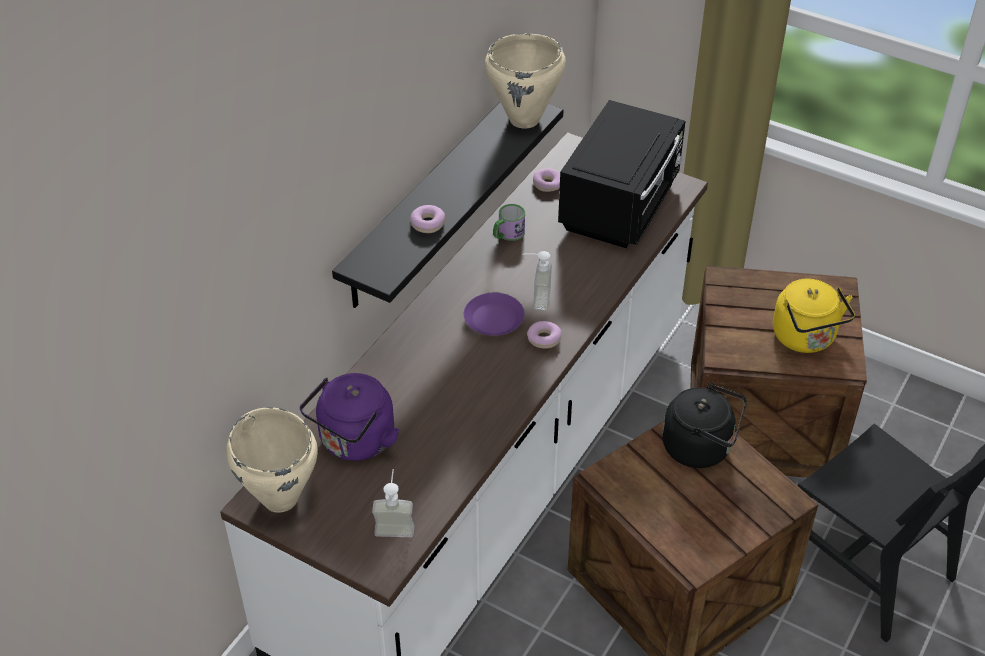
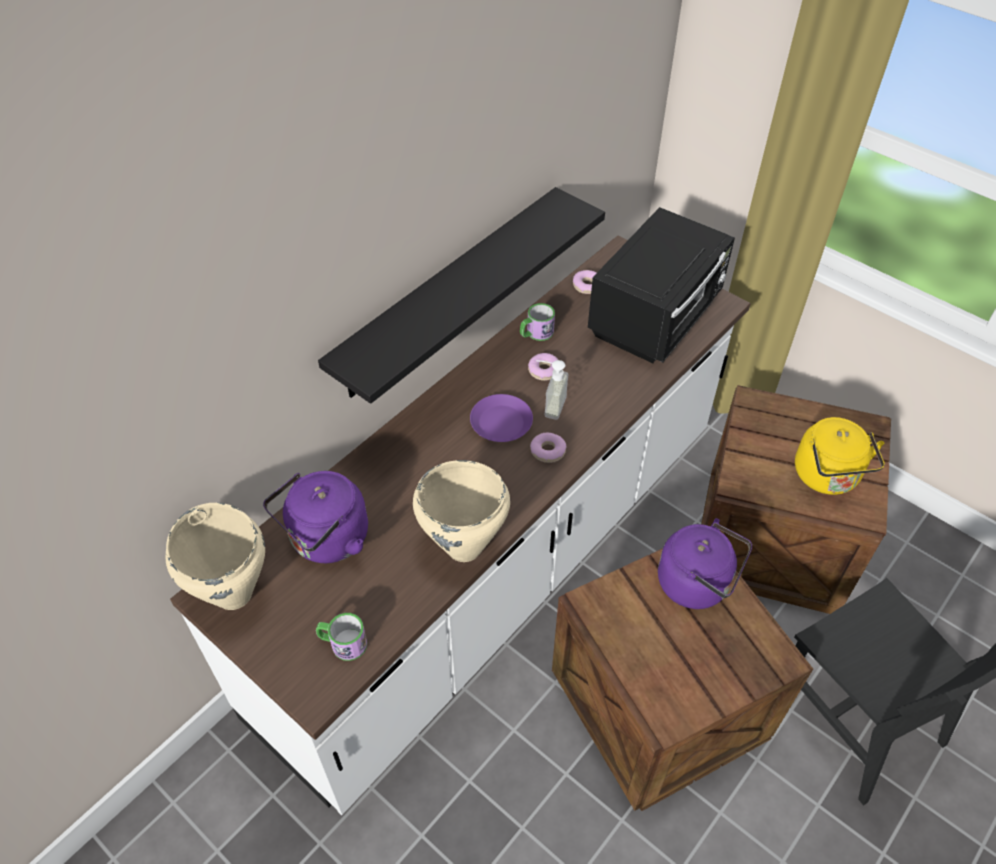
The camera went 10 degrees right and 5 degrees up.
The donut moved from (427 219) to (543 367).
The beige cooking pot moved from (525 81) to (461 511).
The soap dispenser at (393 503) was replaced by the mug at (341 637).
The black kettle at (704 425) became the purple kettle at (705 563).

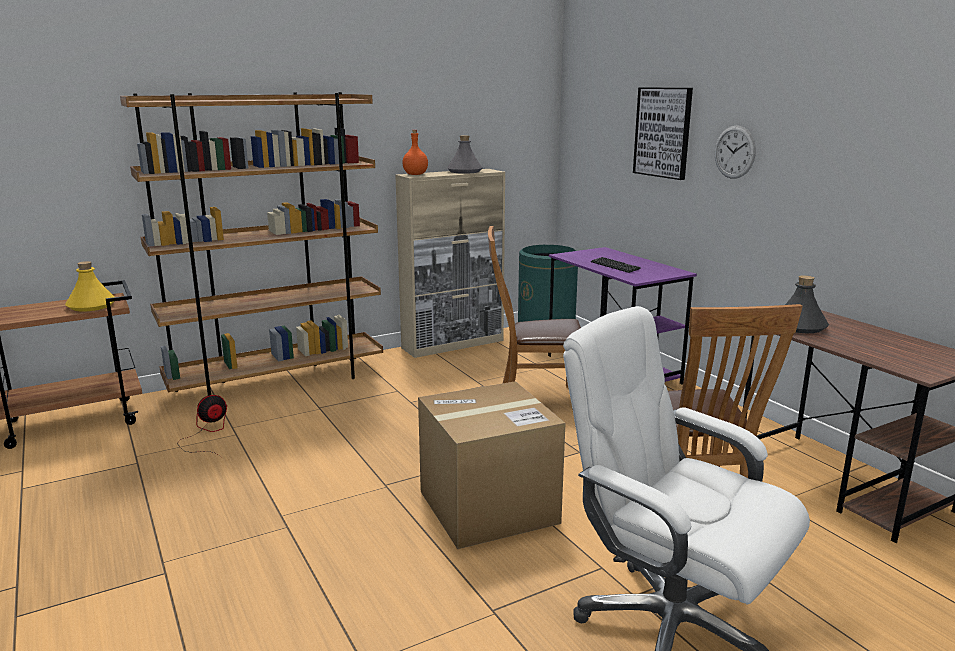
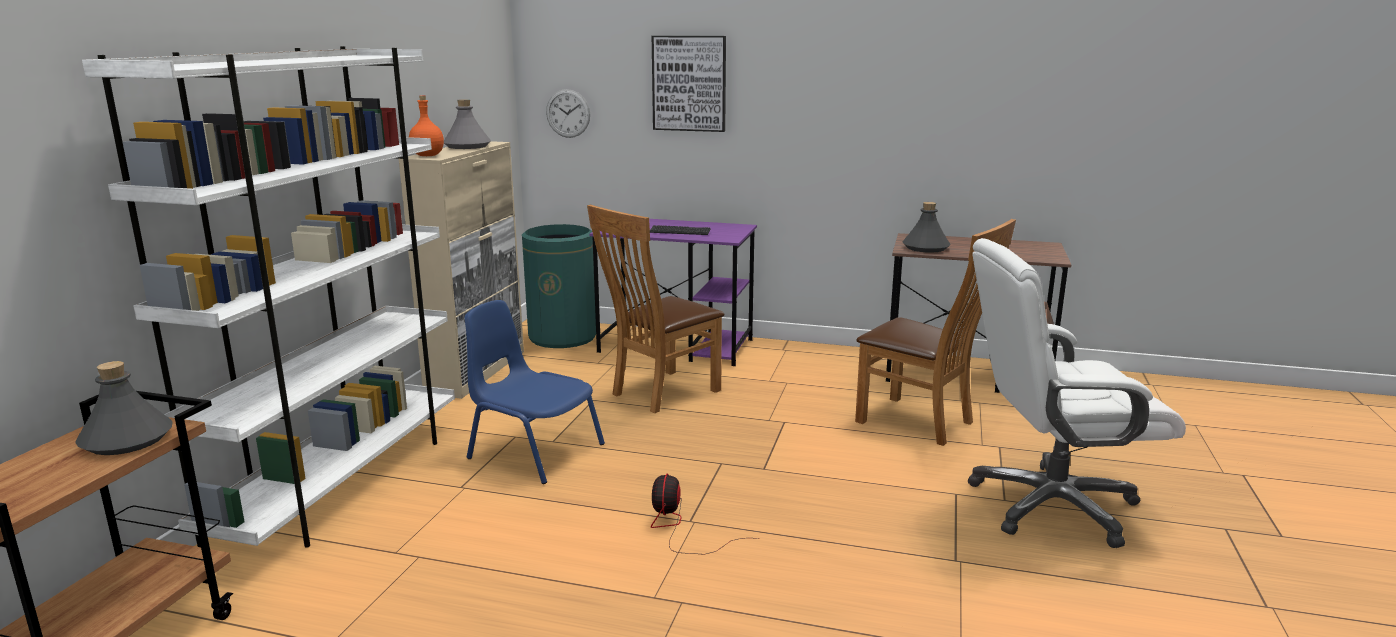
The camera went 45 degrees left and 0 degrees up.
The cardboard box at (492 465) disappeared.
The blue chair at (535 392) appeared.
The fan moved from (202 426) to (705 514).
The wall clock moved from (735 152) to (568 113).
The yellow bottle at (90 286) became the grey bottle at (124 408).
The brown bookcase at (251 244) became the white bookcase at (268 297).

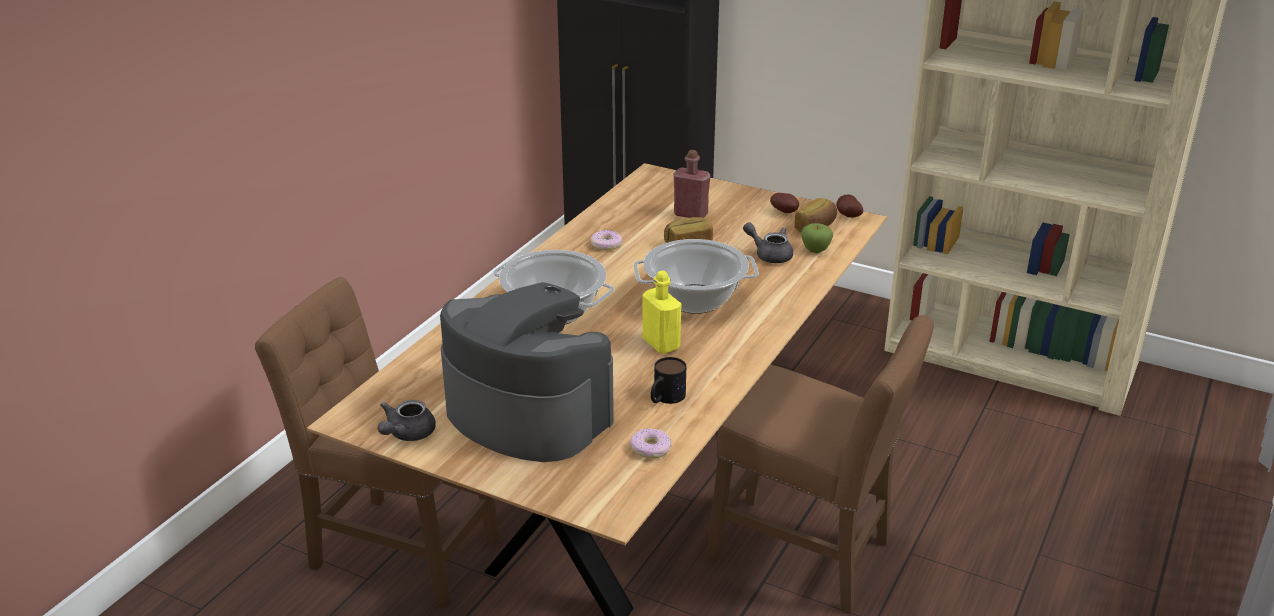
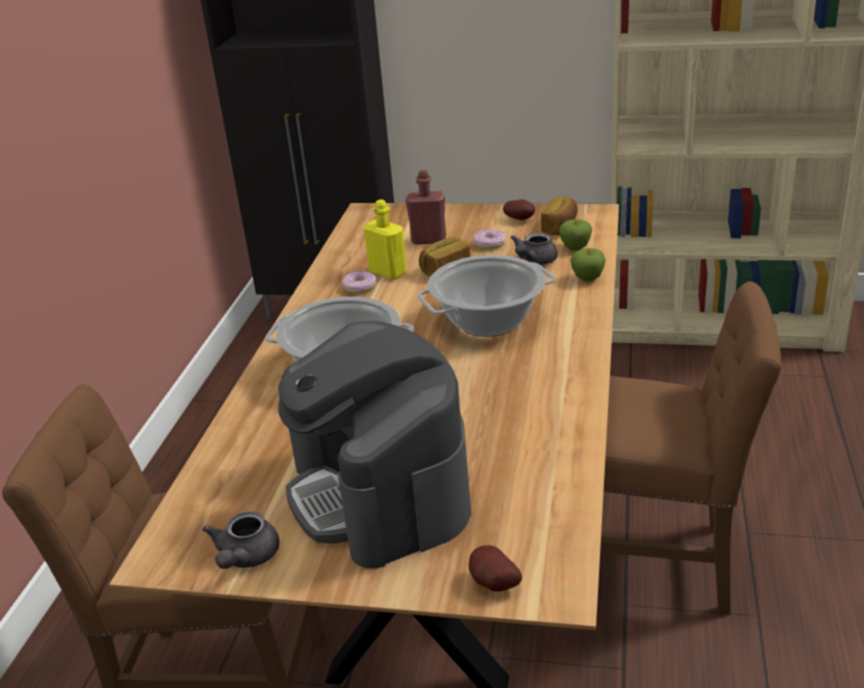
The camera went 15 degrees left and 0 degrees up.
The mug at (668 380) disappeared.
The apple at (588 265) appeared.
The donut moved from (651 443) to (489 239).
The yellow bottle moved from (662 312) to (385 239).
The potato moved from (849 206) to (495 568).
The coffee machine at (527 372) turned 135 degrees counterclockwise.
The grey teapot at (768 242) turned 75 degrees counterclockwise.

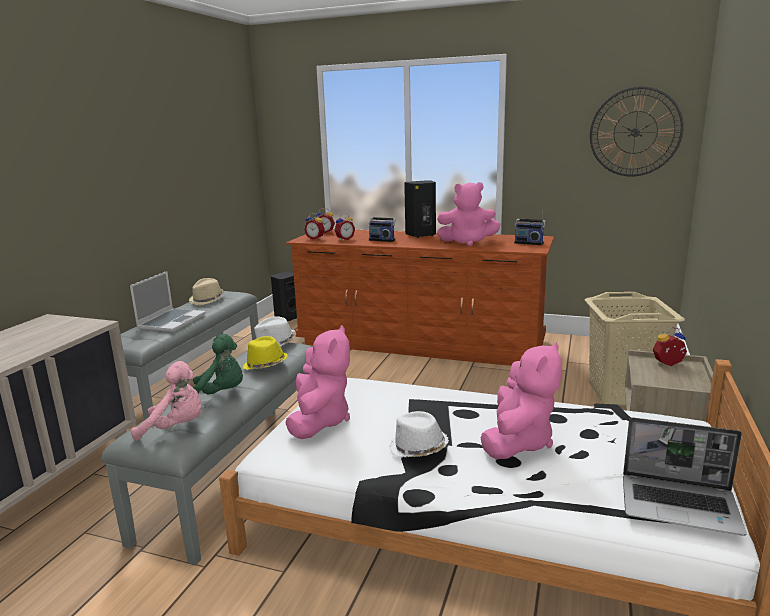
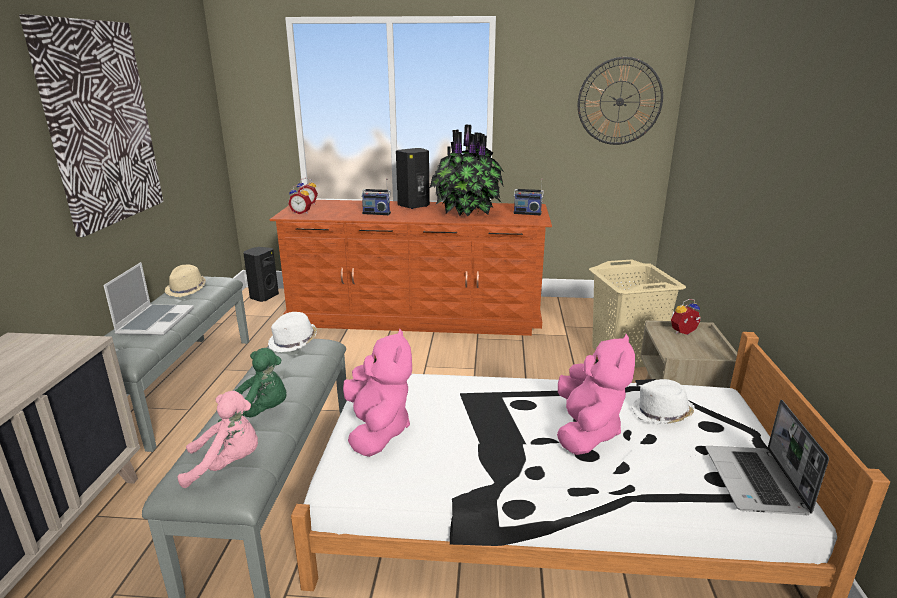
The camera went 15 degrees left and 5 degrees up.
The yellow hat at (265 353) disappeared.
The alarm clock at (344 226) disappeared.
The picture at (91 125) appeared.
The white hat moved from (419 434) to (662 401).
The pink plush toy at (469 214) was replaced by the potted plant at (467 170).
The laptop at (685 476) turned 90 degrees clockwise.

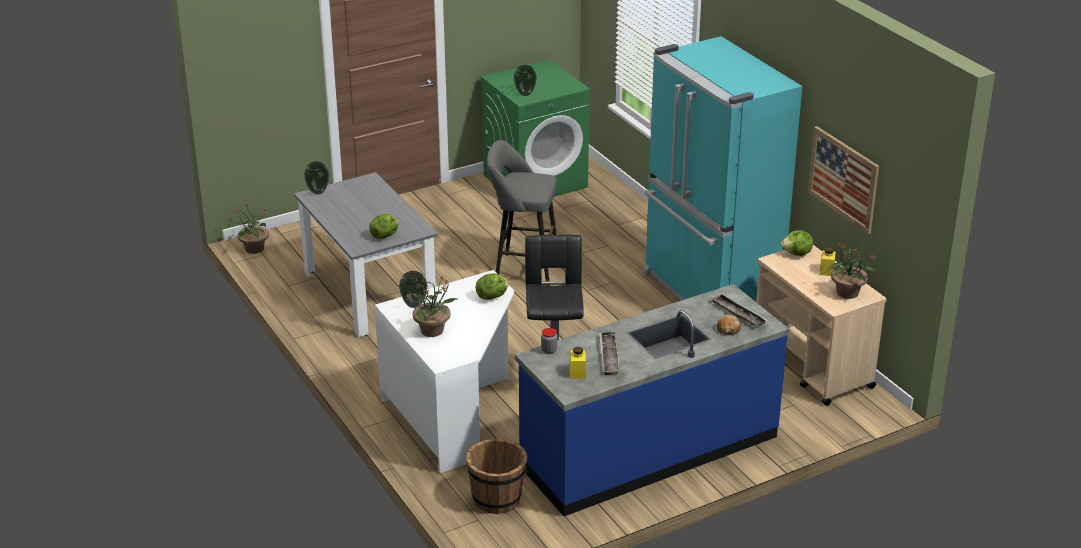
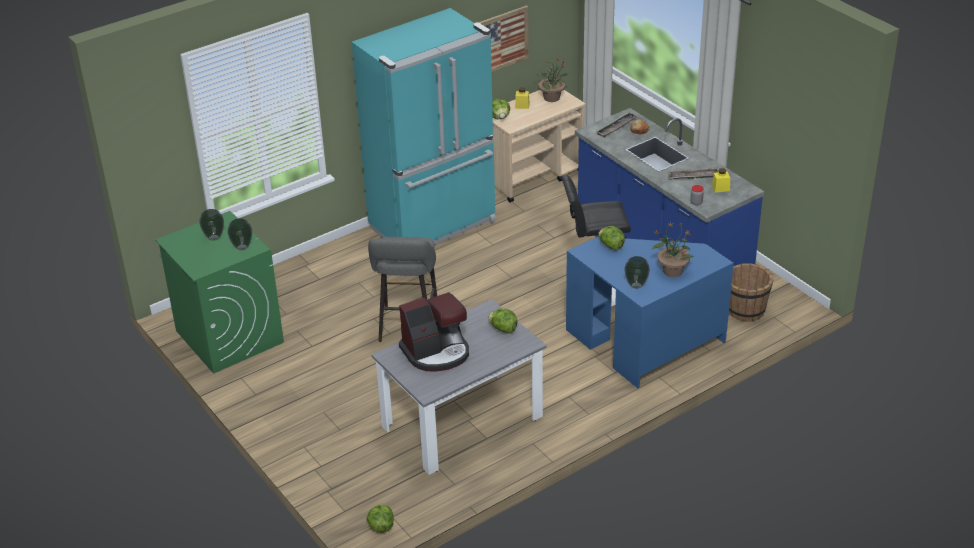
The camera went 95 degrees left and 5 degrees up.
The coffee machine at (434 331) appeared.
The vase moved from (316 178) to (211 225).
The potted plant at (251 228) was replaced by the lettuce at (379 518).
The white desk at (444 371) became the blue desk at (650 312).

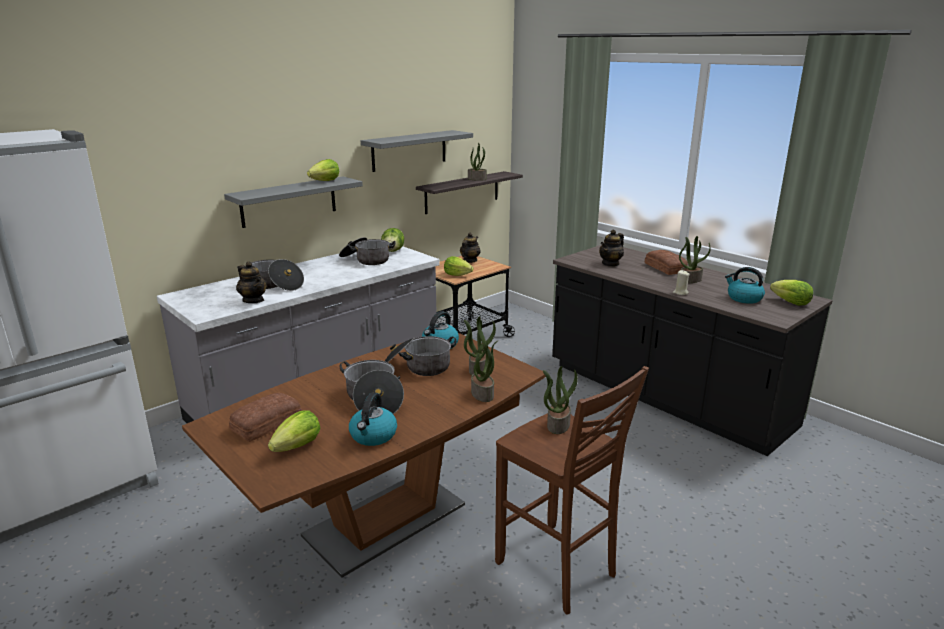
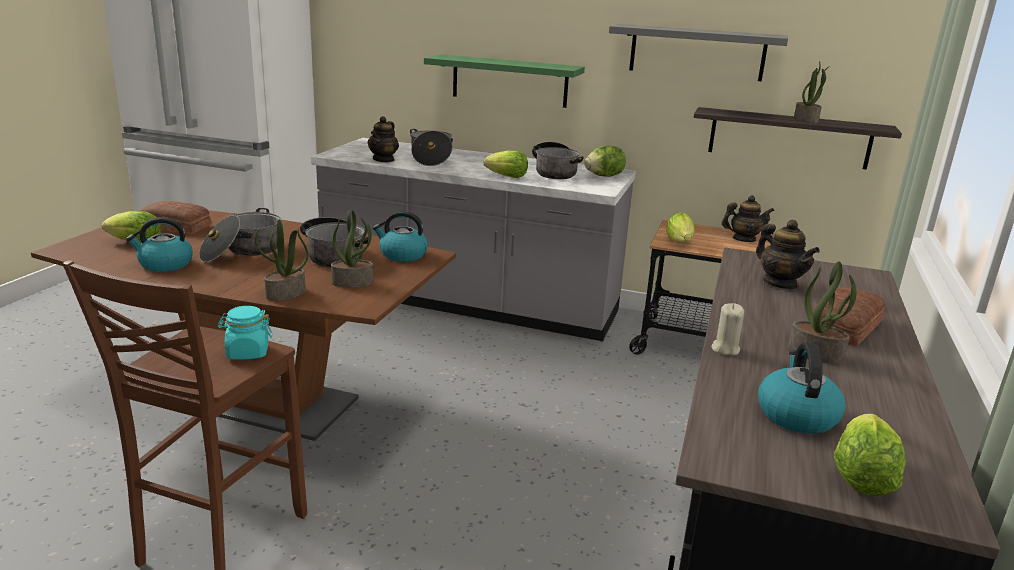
The camera went 60 degrees right and 0 degrees up.
The lettuce moved from (323 170) to (505 164).
The potted plant at (560 400) was replaced by the turquoise jar at (245 333).
The grey shelf at (293 202) became the green shelf at (504 81).
The teapot at (611 248) turned 135 degrees counterclockwise.

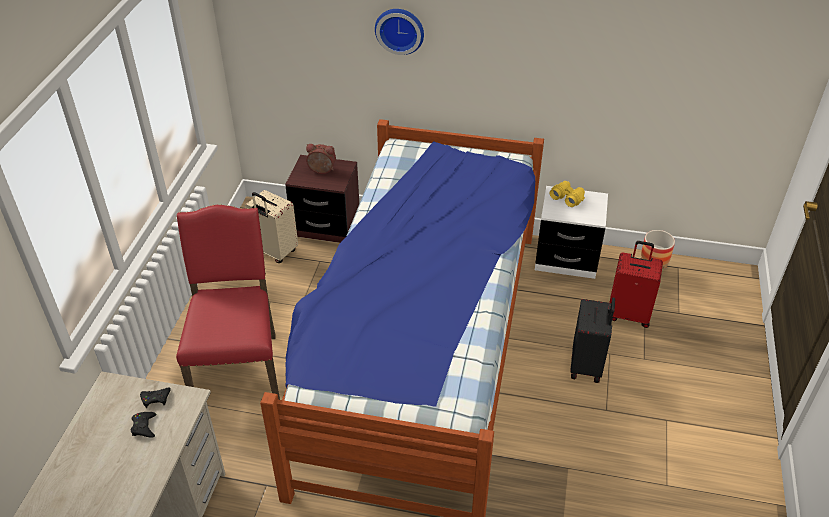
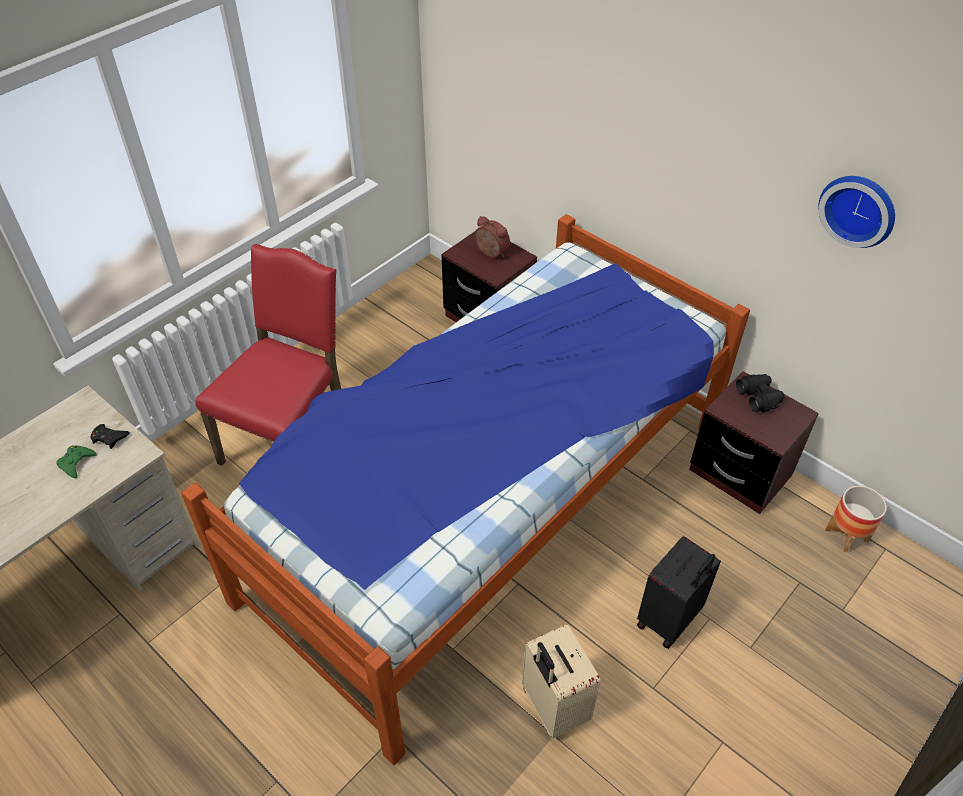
The camera went 30 degrees right and 5 degrees up.
The red suitcase at (636 284) disappeared.
The beige suitcase moved from (271 226) to (561 681).
The wall clock moved from (399 32) to (856 212).
The black game controller at (143 424) became the green game controller at (76 461).
The white nightstand at (571 232) became the brown nightstand at (754 442).
The yellow binoculars at (567 194) became the black binoculars at (760 393).

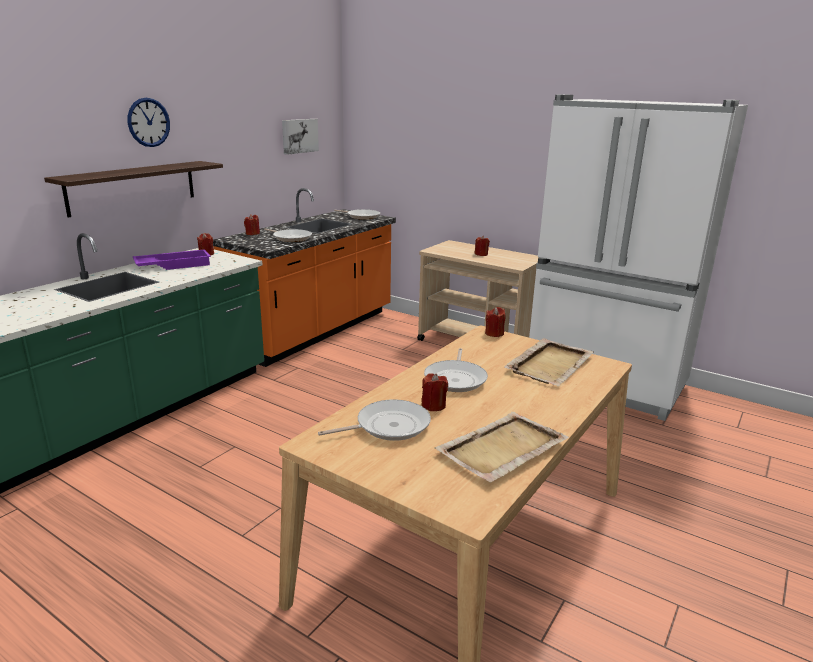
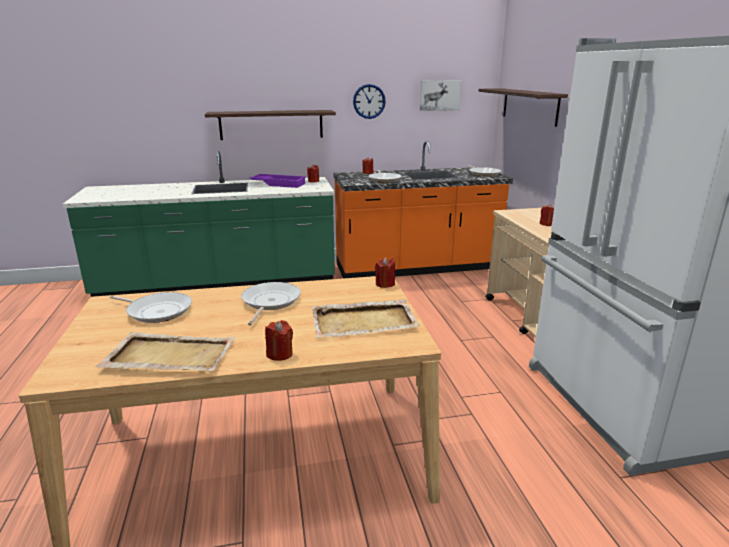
The camera went 45 degrees right and 0 degrees up.
The shelf at (523 107) appeared.
The wall clock moved from (149 122) to (369 101).
The red candle moved from (434 392) to (279 340).
The frying pan at (456 370) turned 135 degrees clockwise.

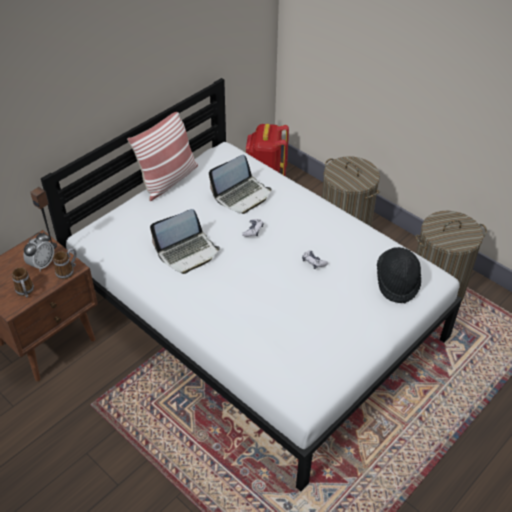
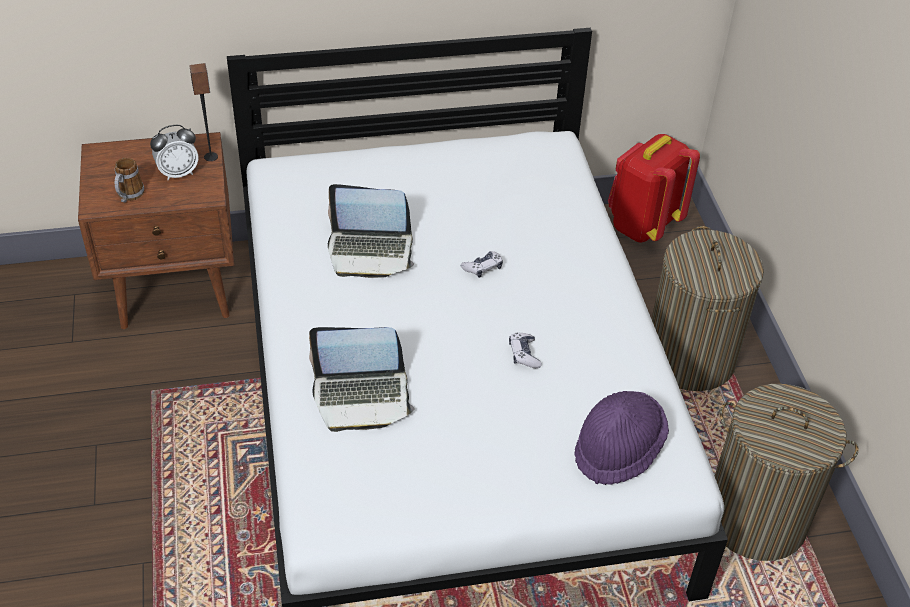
The camera went 35 degrees right and 0 degrees up.
The mug at (65 263) disappeared.
The pillow at (162 156) disappeared.
The laptop moved from (240 184) to (361 379).
The black hat at (399 275) became the purple hat at (622 438).

